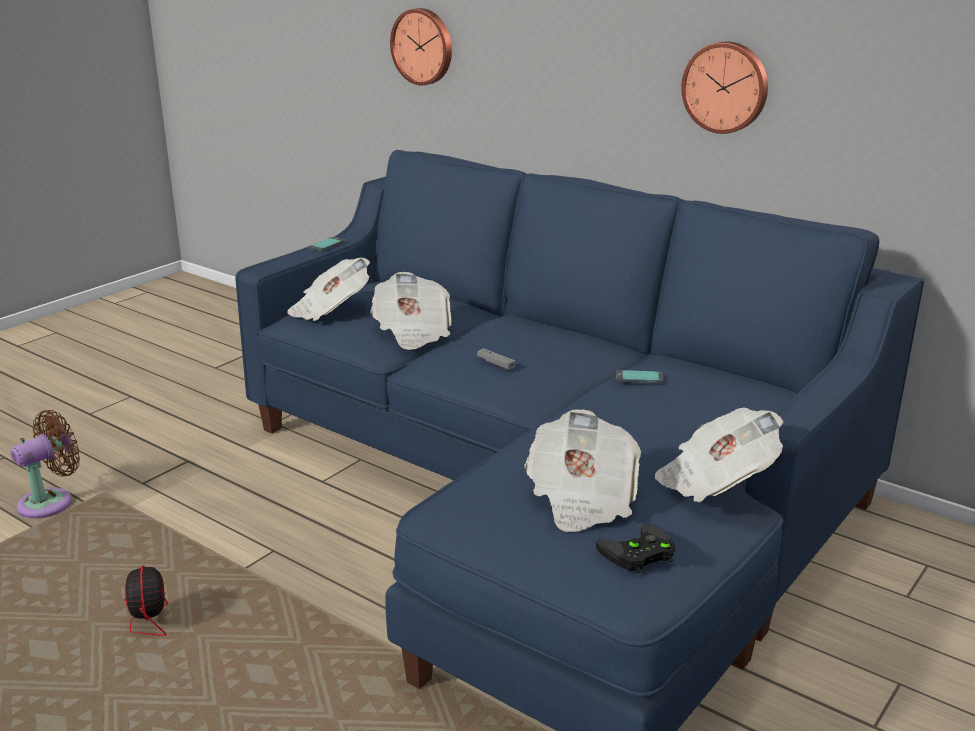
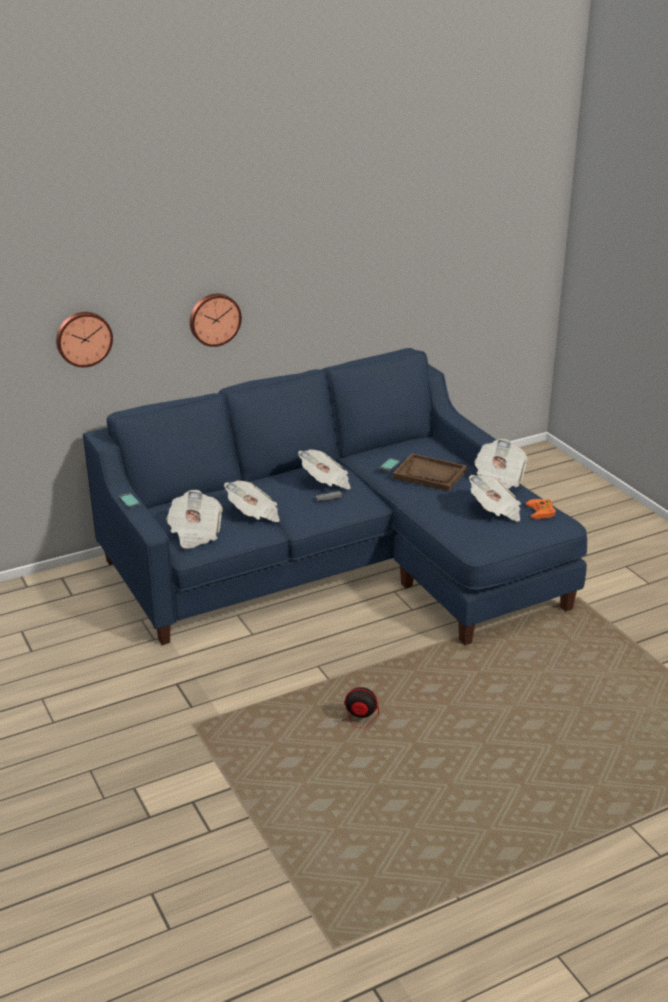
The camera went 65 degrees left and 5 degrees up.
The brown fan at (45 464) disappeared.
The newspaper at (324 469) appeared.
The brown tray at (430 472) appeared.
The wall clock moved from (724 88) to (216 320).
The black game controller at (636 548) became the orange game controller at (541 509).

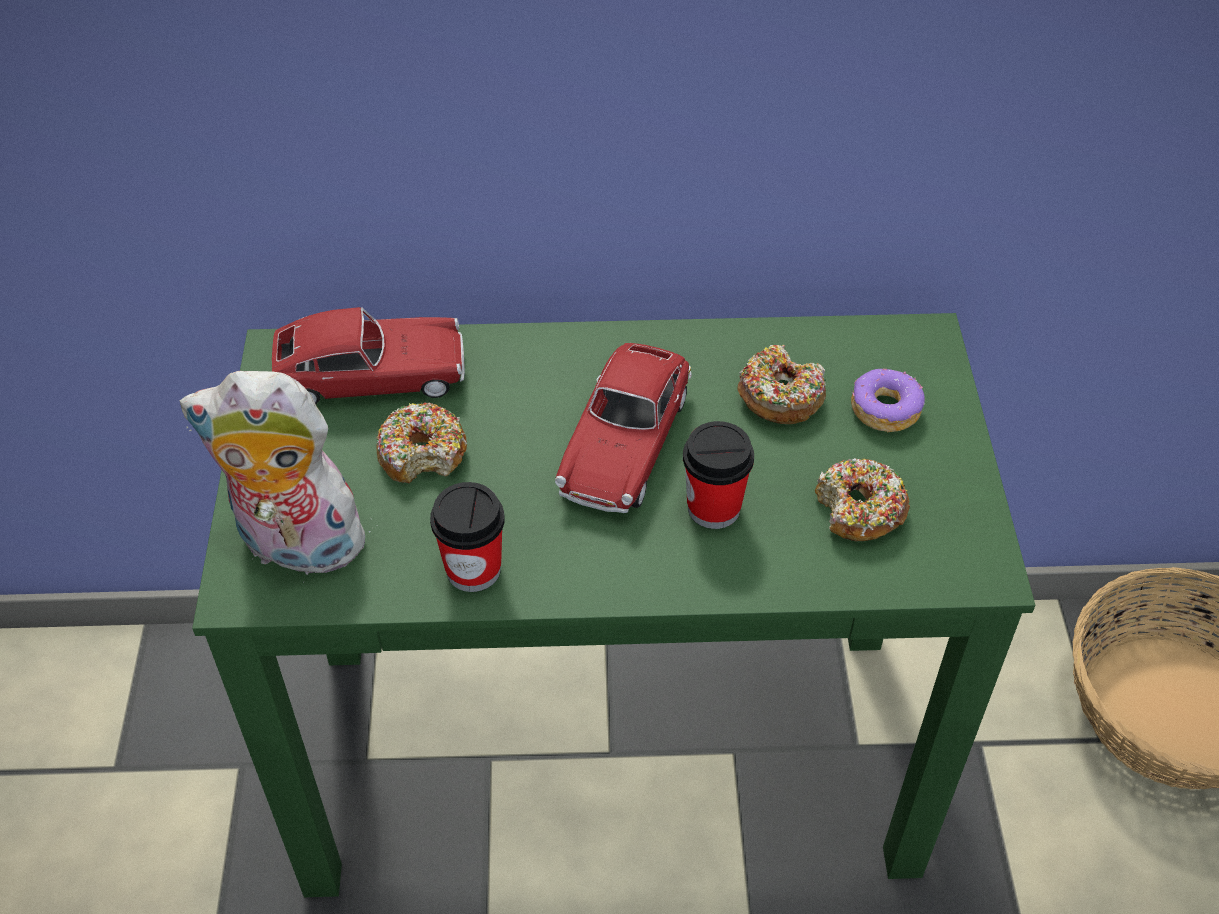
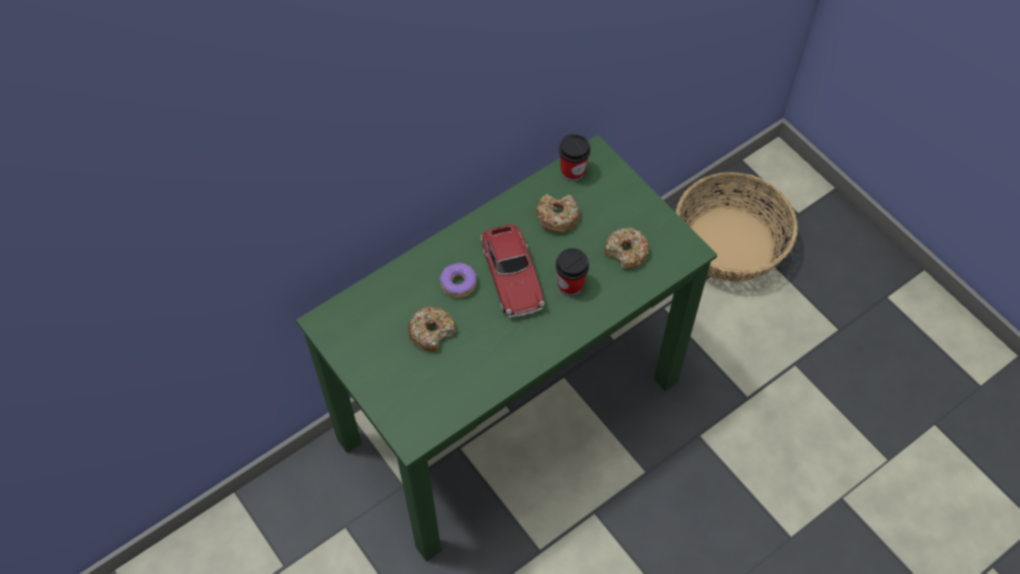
The camera went 35 degrees left and 10 degrees up.
The plush toy at (277 477) disappeared.
The toy car at (368 355) disappeared.
The cup moved from (467 537) to (575 157).
The donut moved from (888 400) to (458 280).

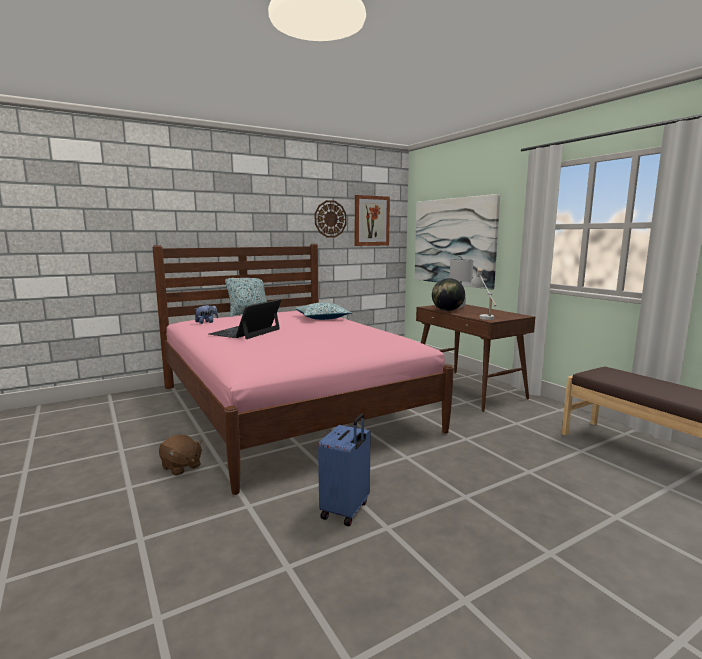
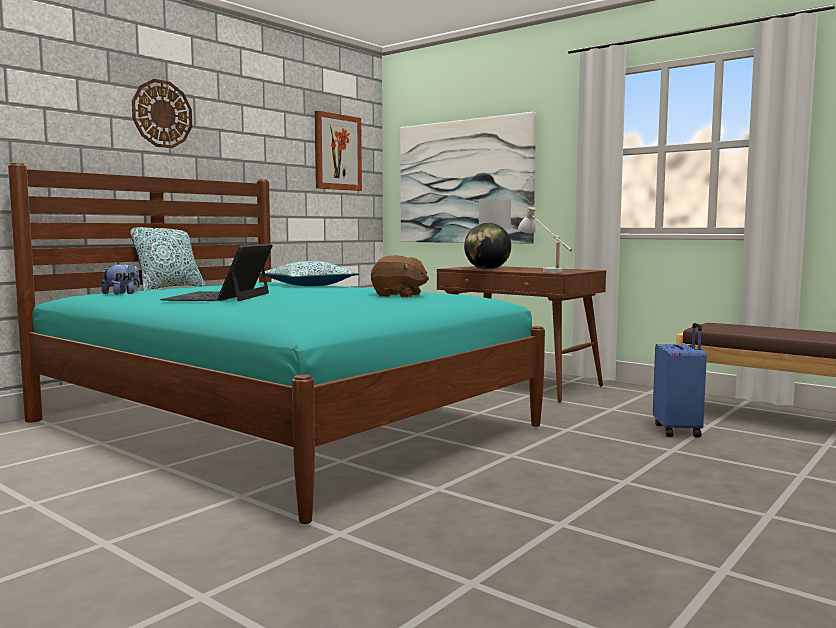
The camera went 20 degrees left and 5 degrees down.
The brown plush toy moved from (180 455) to (400 276).
The wall clock moved from (331 219) to (162 113).
The blue suitcase moved from (344 470) to (680 380).
The pink bed at (303 369) became the turquoise bed at (276 343).

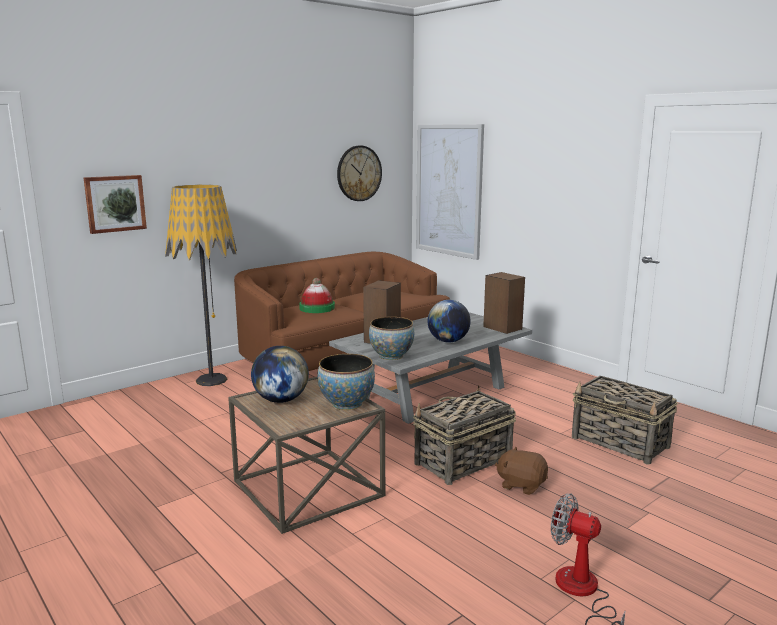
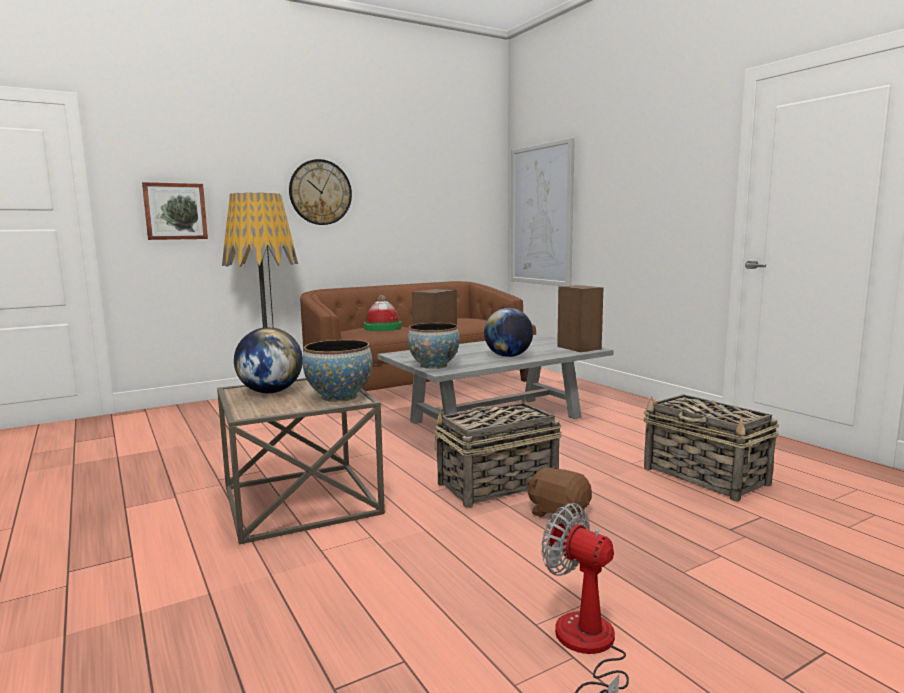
The camera went 10 degrees right and 5 degrees down.
The wall clock moved from (359 173) to (320 192).

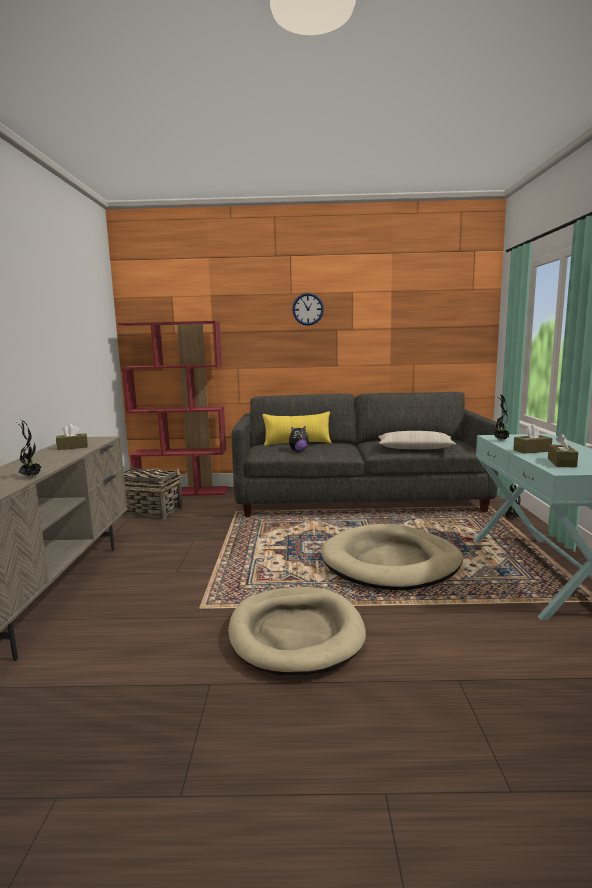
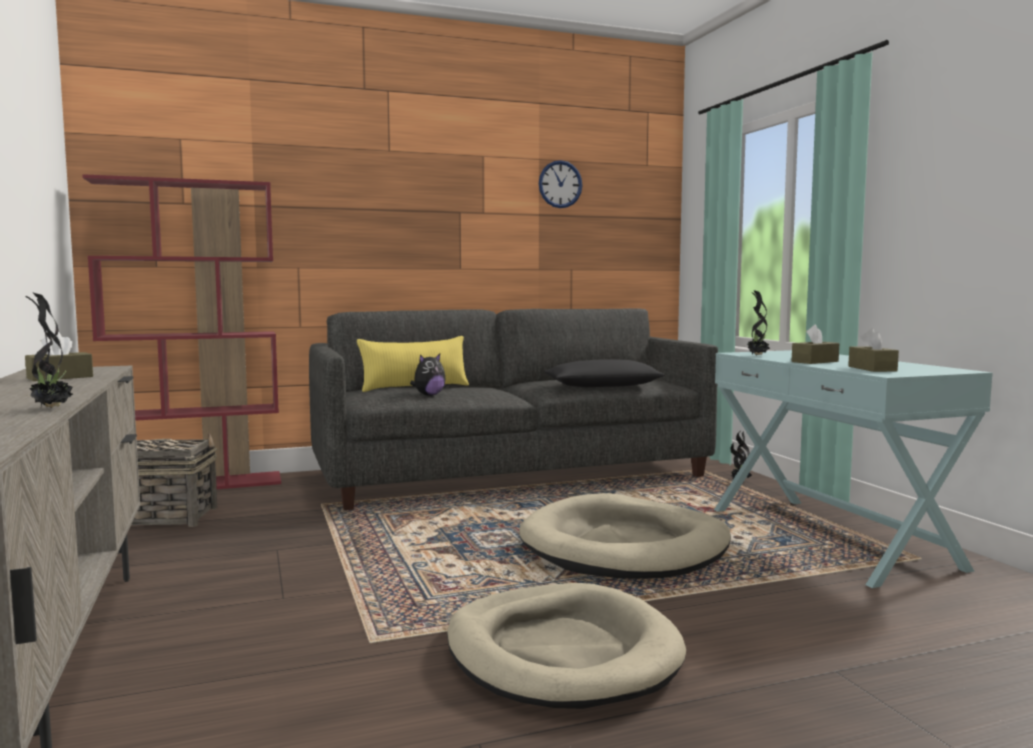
The camera went 20 degrees left and 5 degrees down.
The wall clock moved from (308 309) to (561 184).
The beige pillow at (417 440) became the black pillow at (604 373).

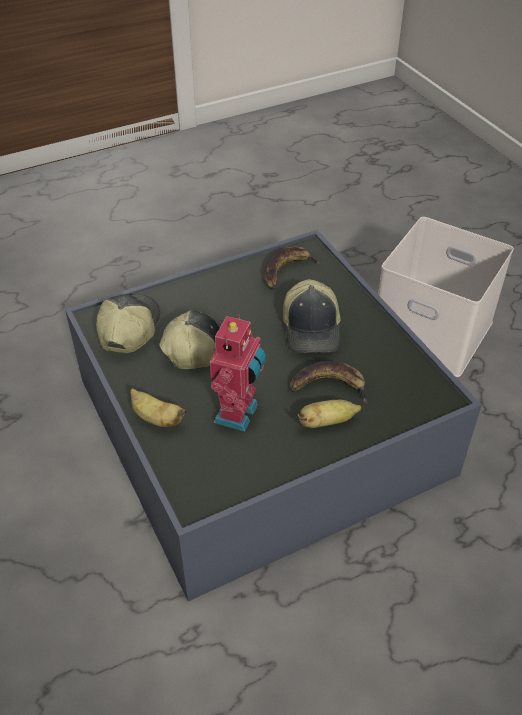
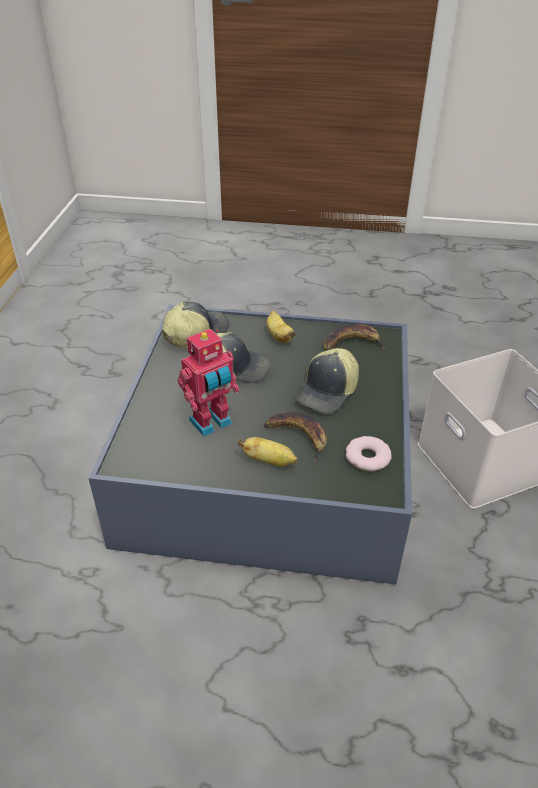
The camera went 35 degrees right and 5 degrees down.
The donut at (369 453) appeared.
The banana moved from (158 407) to (281 326).

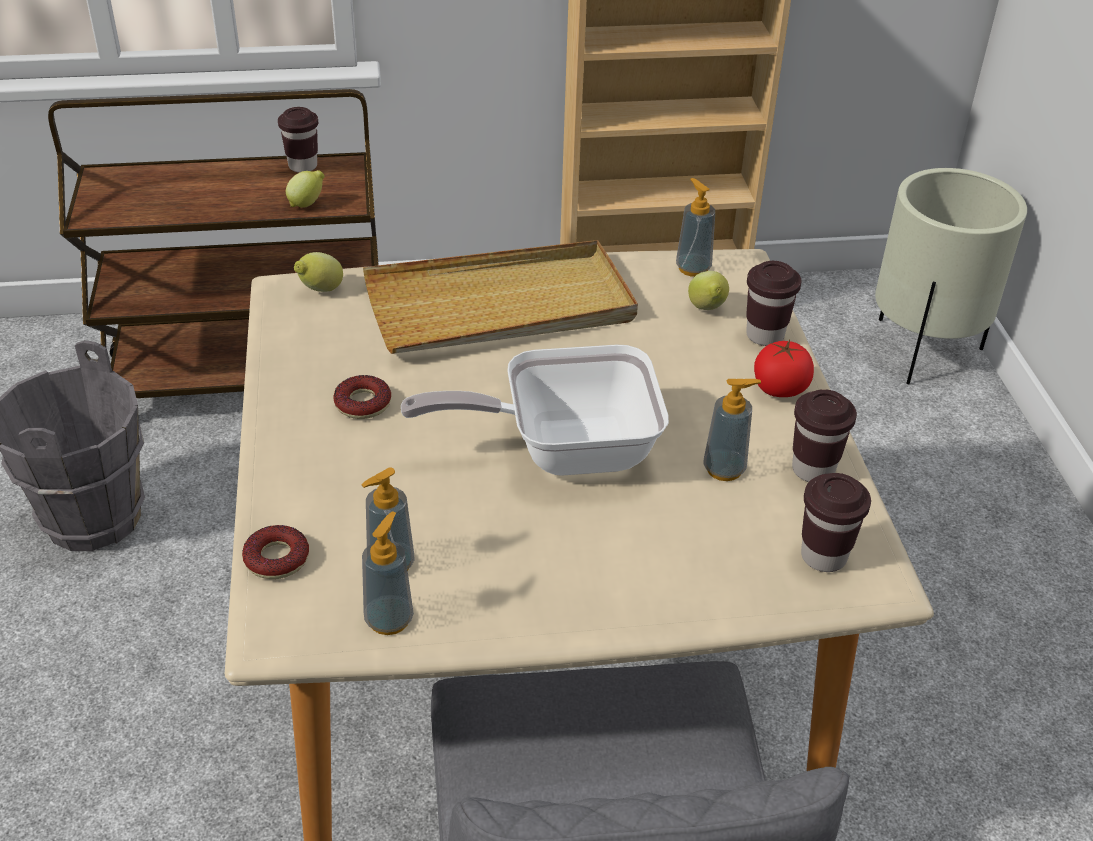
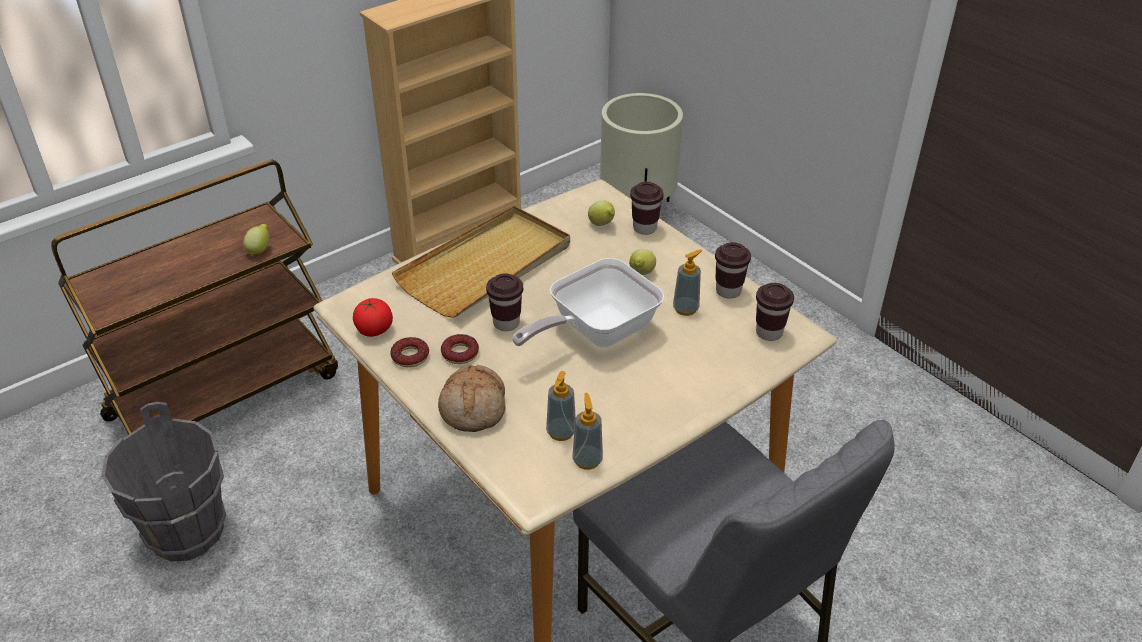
The camera went 30 degrees left and 0 degrees up.
The soap dispenser at (695 227) disappeared.
The bread at (472 398) appeared.
The donut moved from (275 552) to (409 352).
The brown cup moved from (298 140) to (504 302).
The lemon moved from (318 272) to (642 262).
The tomato moved from (784 368) to (373 317).

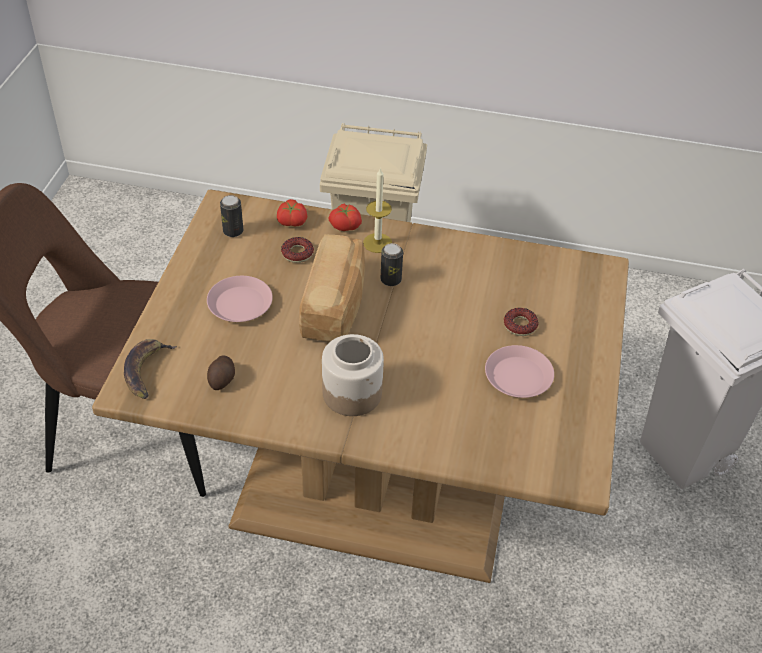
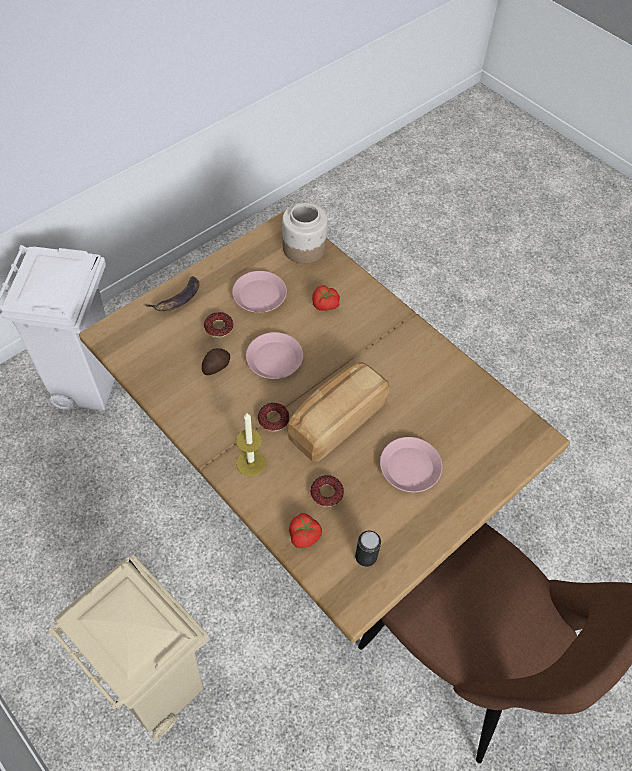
The camera went 145 degrees left and 10 degrees up.
The pink plate at (274 355) appeared.
The banana moved from (150 369) to (173 293).
The potato moved from (221 373) to (216 361).
The jar moved from (353 375) to (305 233).
The tomato moved from (345 217) to (326 298).
The can at (391 264) was replaced by the donut at (273 417).

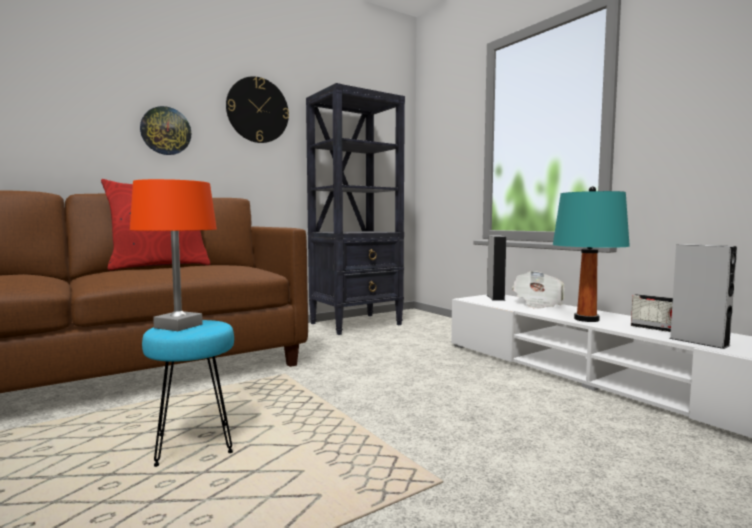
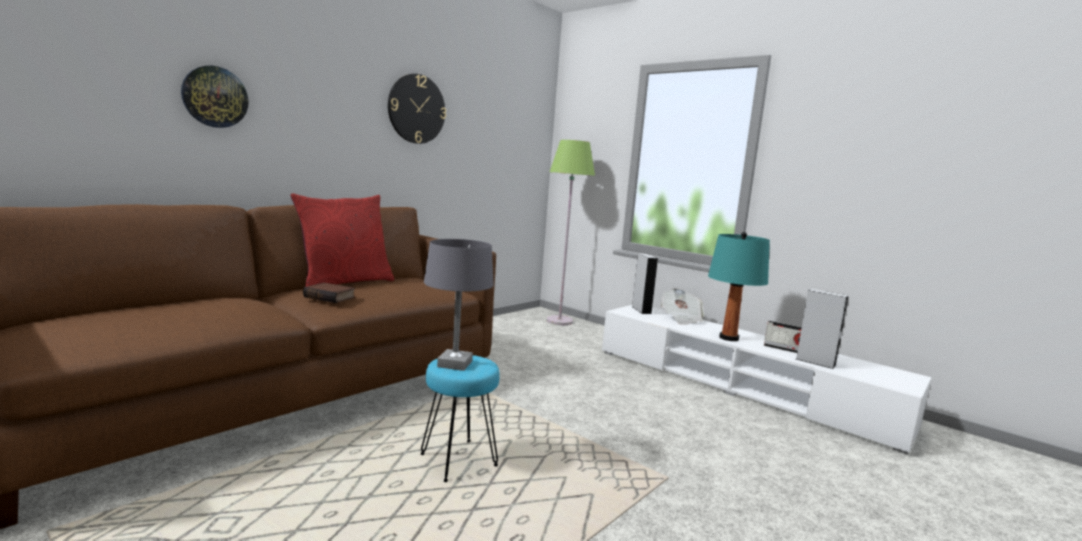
The camera went 15 degrees left and 5 degrees up.
The black bookcase at (355 209) disappeared.
The book at (329 293) appeared.
The green floor lamp at (570 232) appeared.
The wall clock moved from (165 130) to (215 97).
The orange table lamp at (173 255) became the grey table lamp at (459 305).

